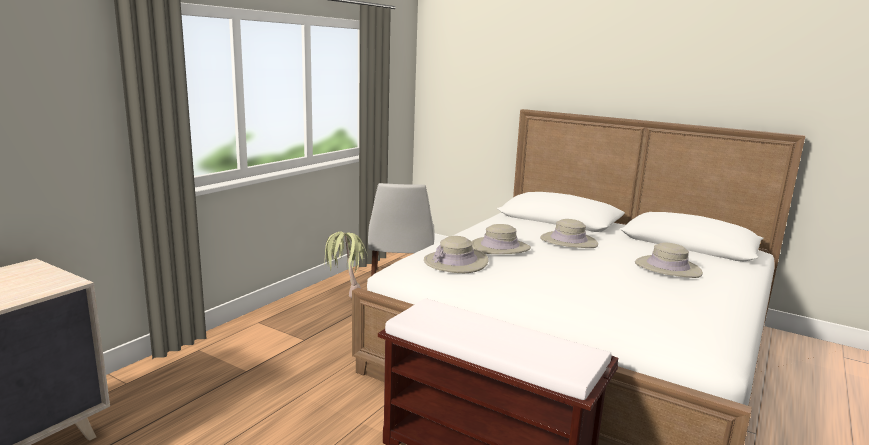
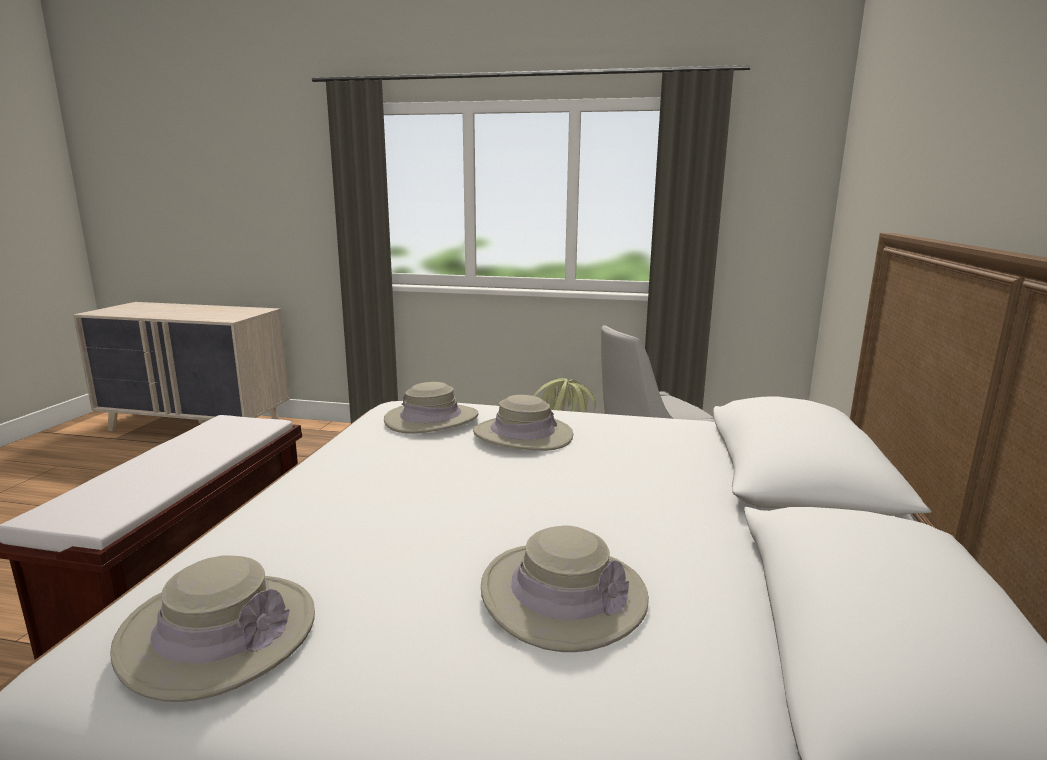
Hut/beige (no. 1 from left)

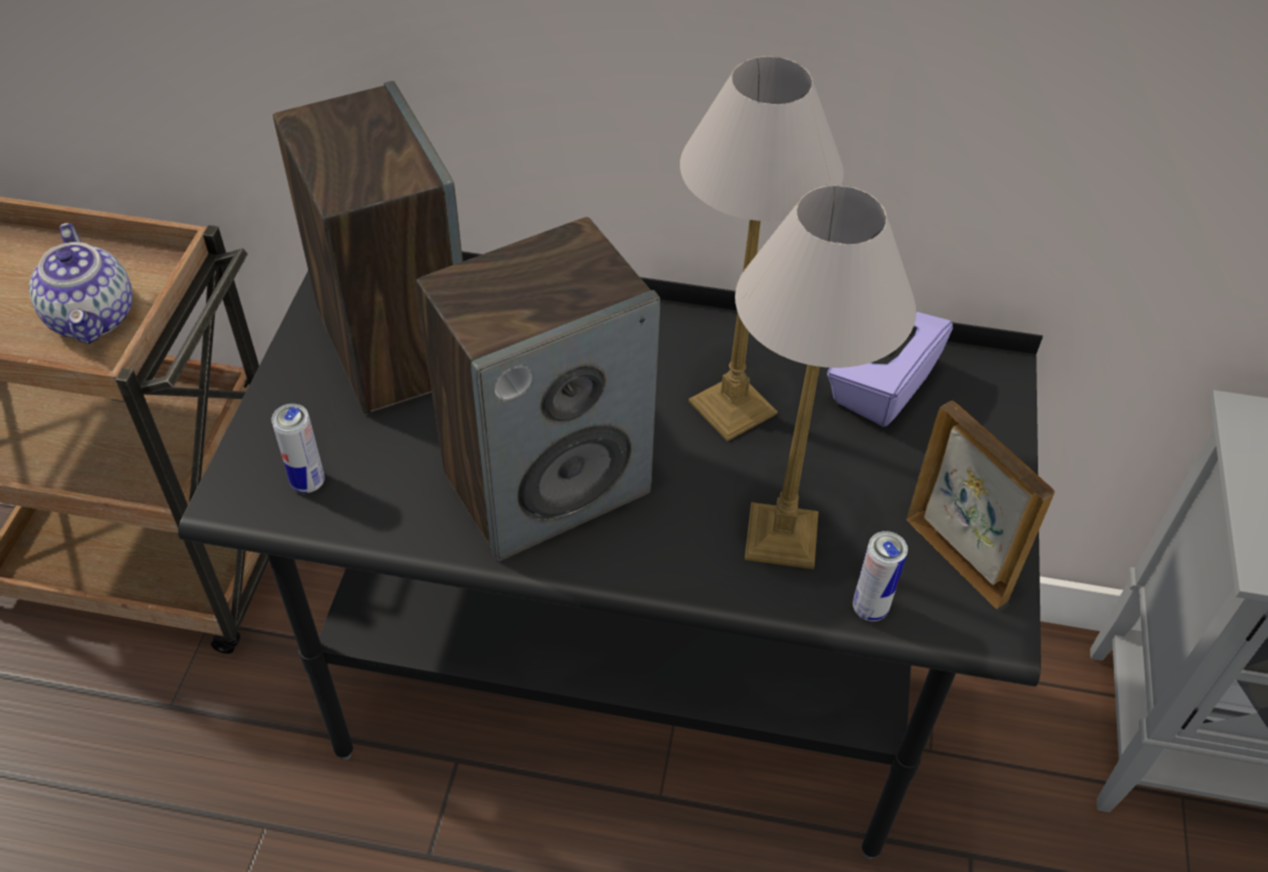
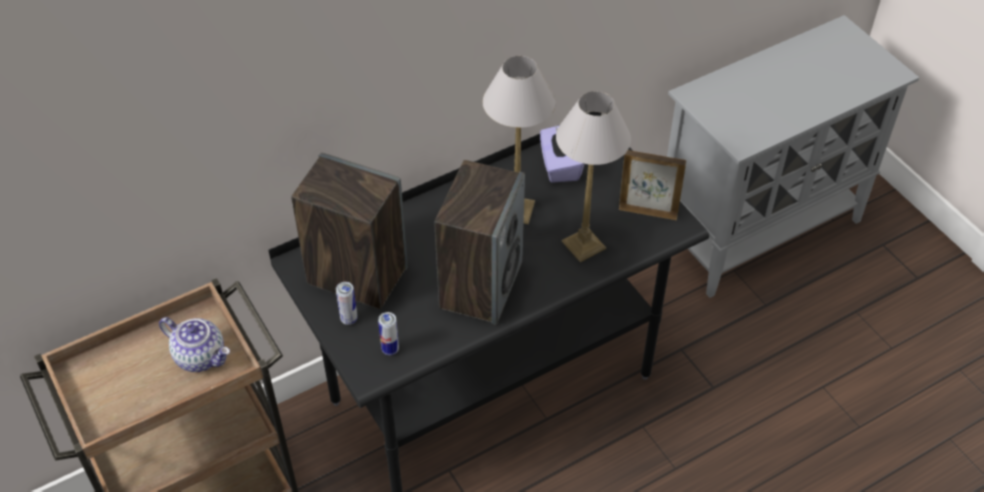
Dose (no. 1 from left)

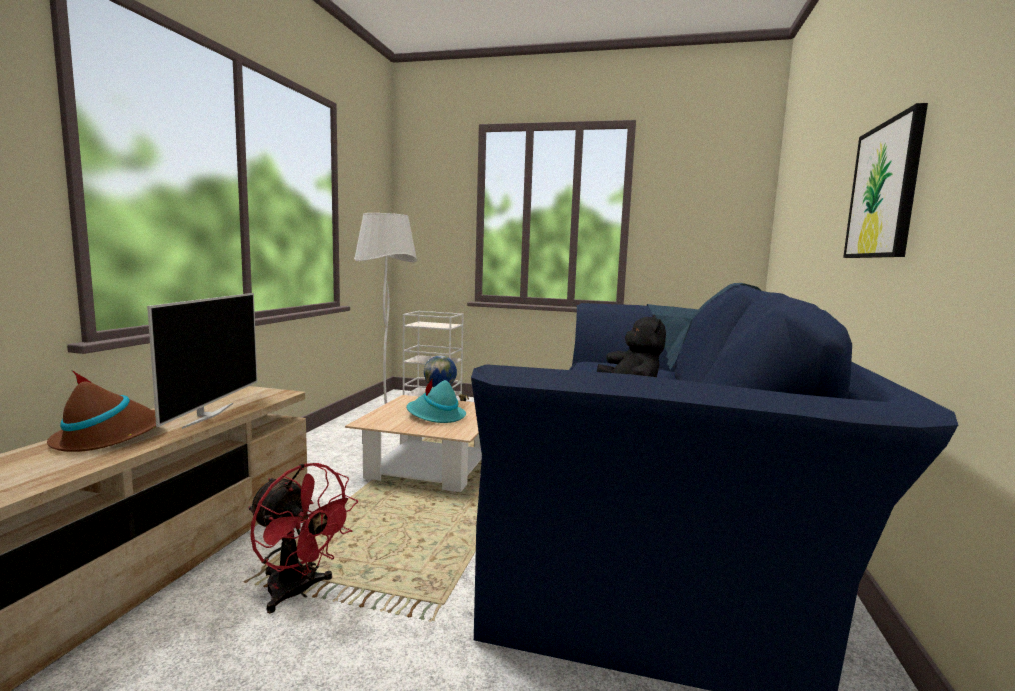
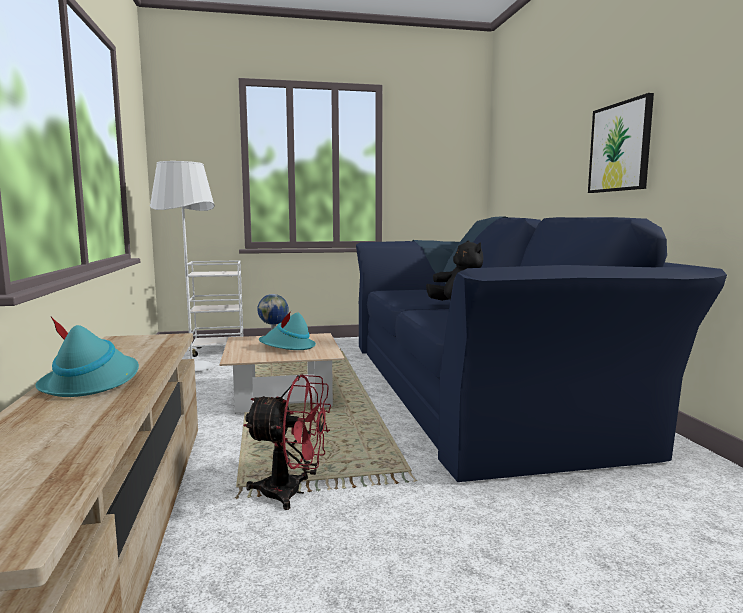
Fernseher
Hut/türkis (no. 1 from left)

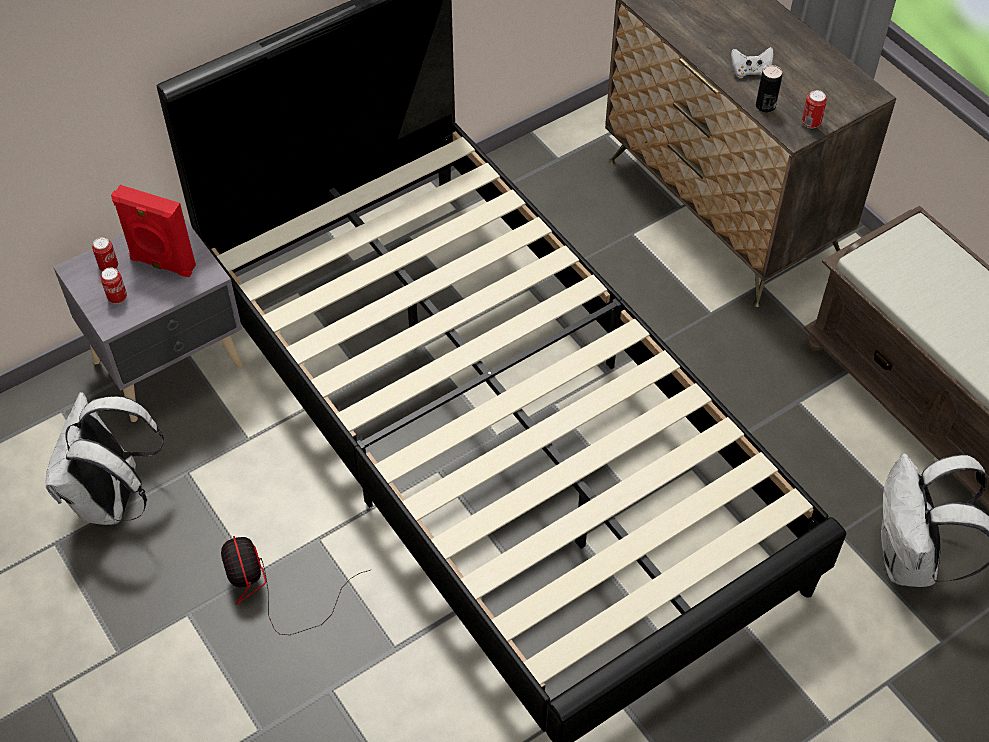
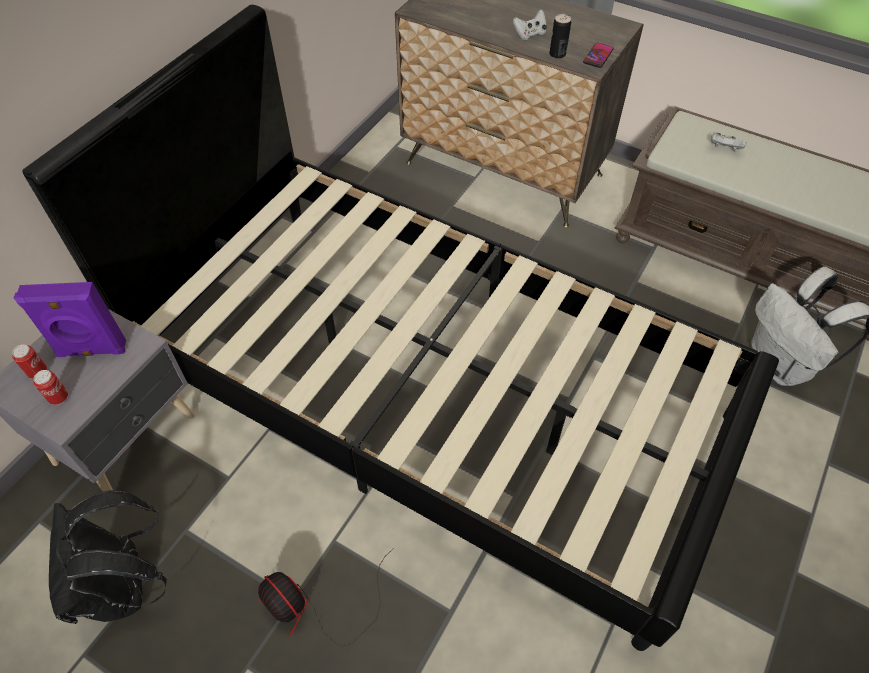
Handy
Lautsprecher/lila
Rucksack/schwarz
Gamepad/weiß (no. 2 from left)

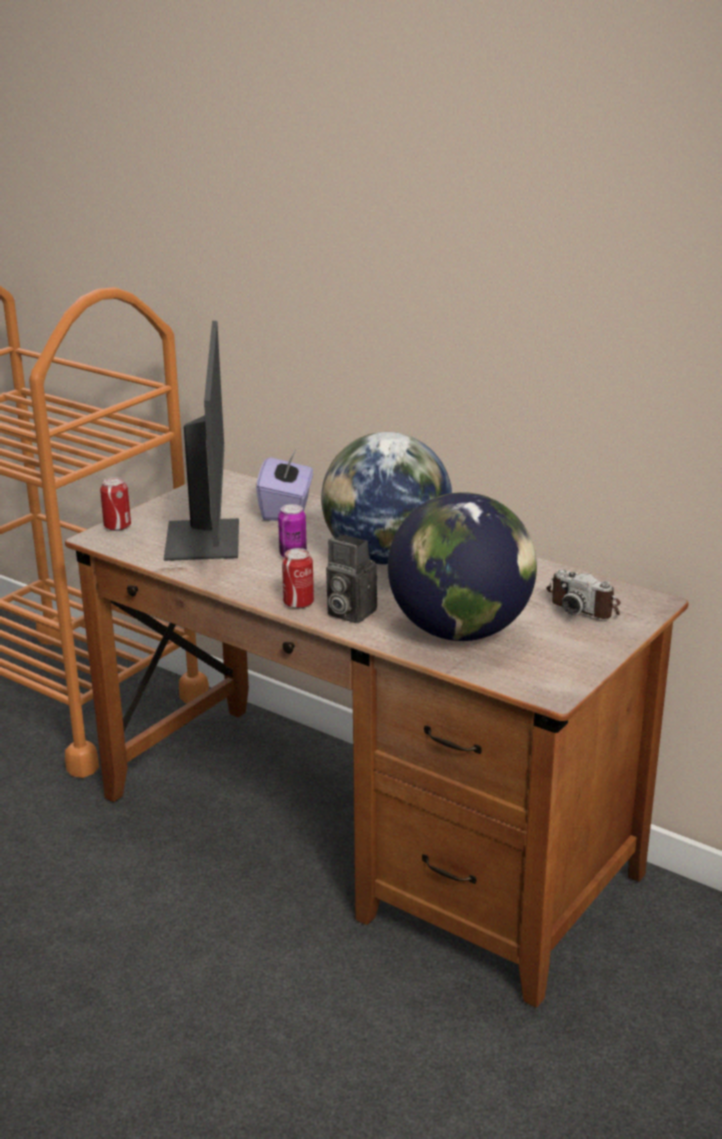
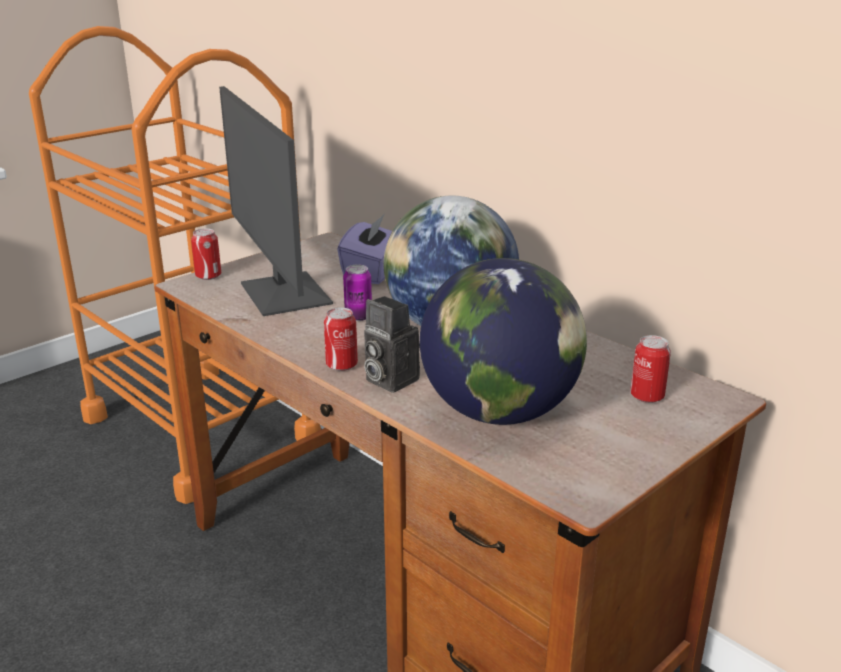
Monitor
Dose (no. 4 from left)

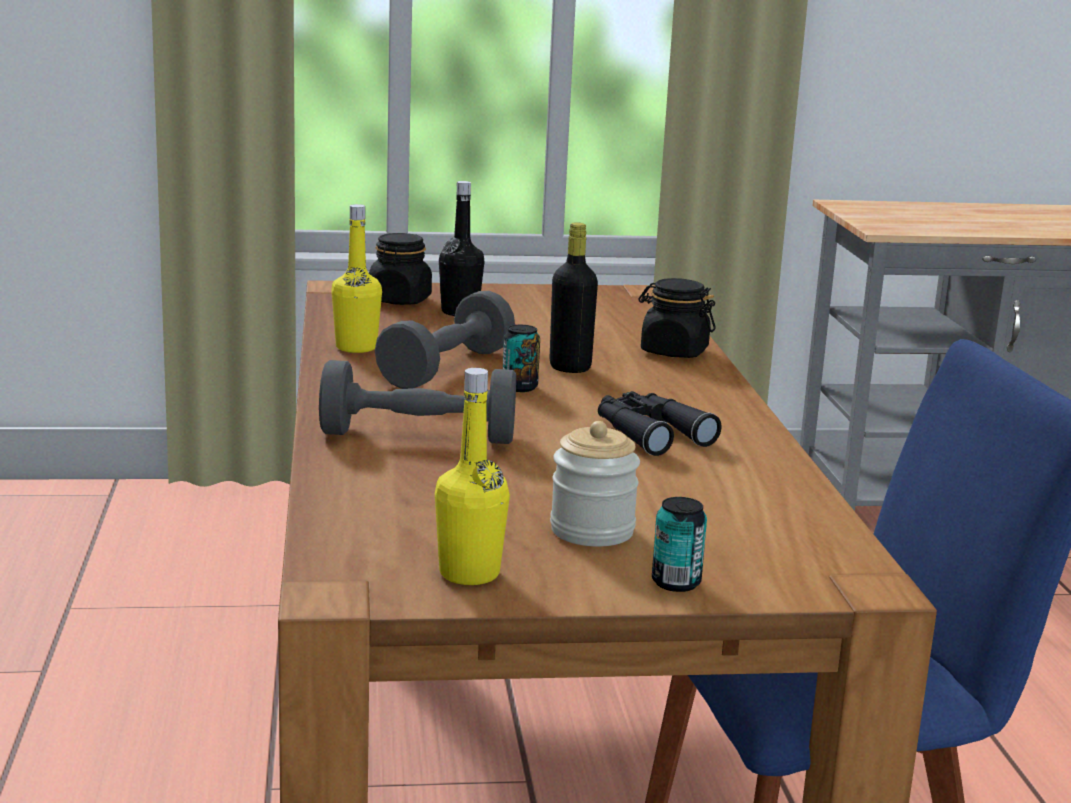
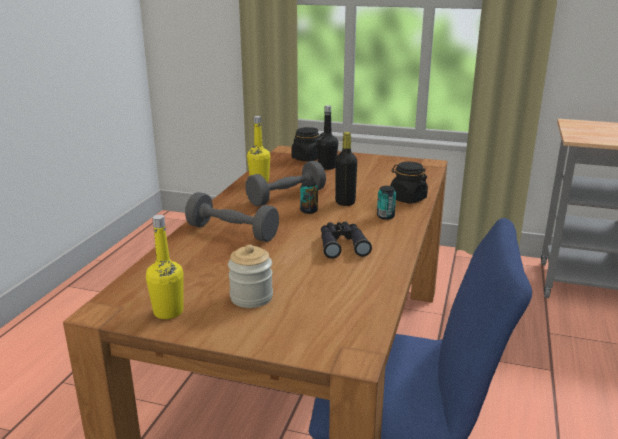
Dose (no. 2 from left)

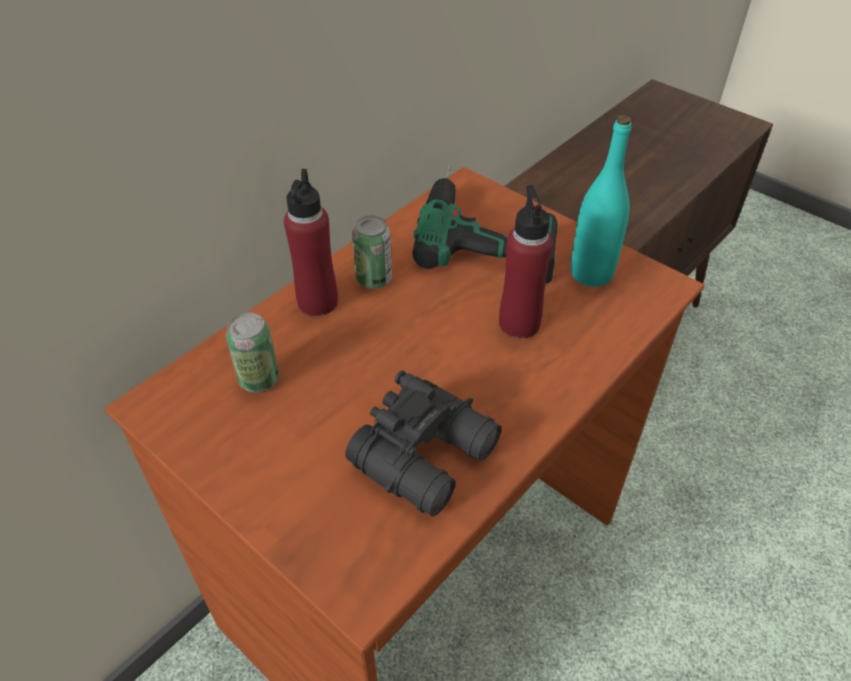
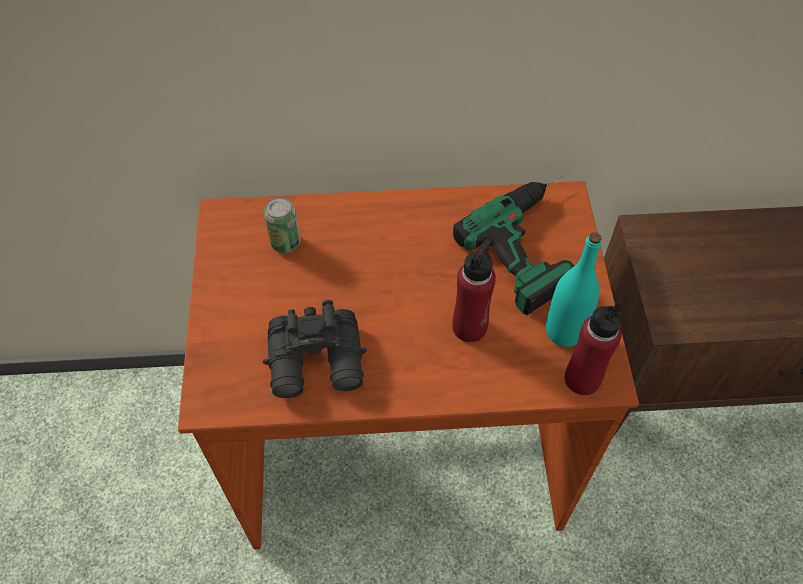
Flasche/rot (no. 2 from left)
Dose (no. 2 from left in the first image)

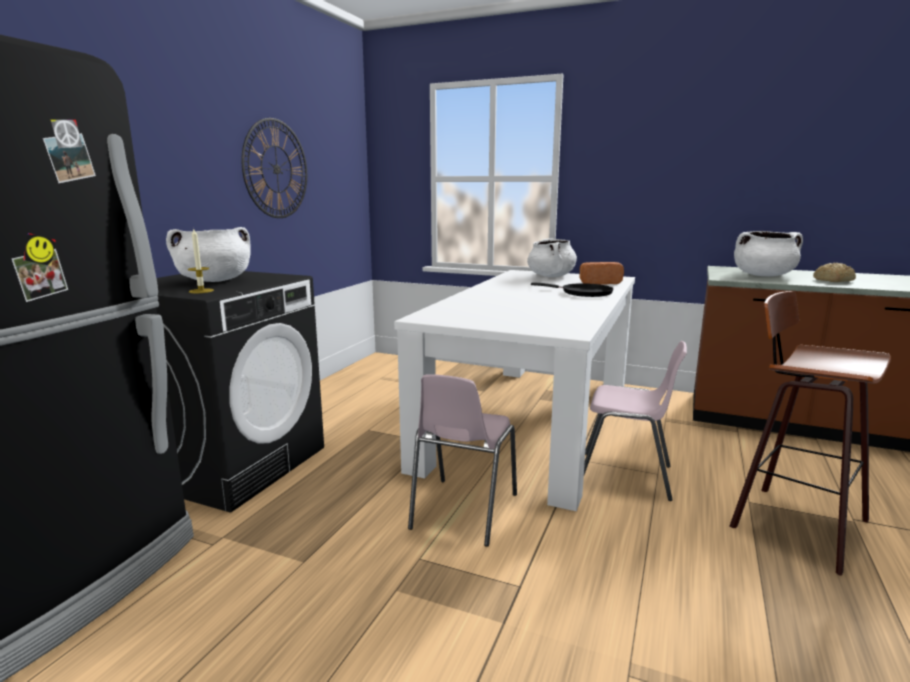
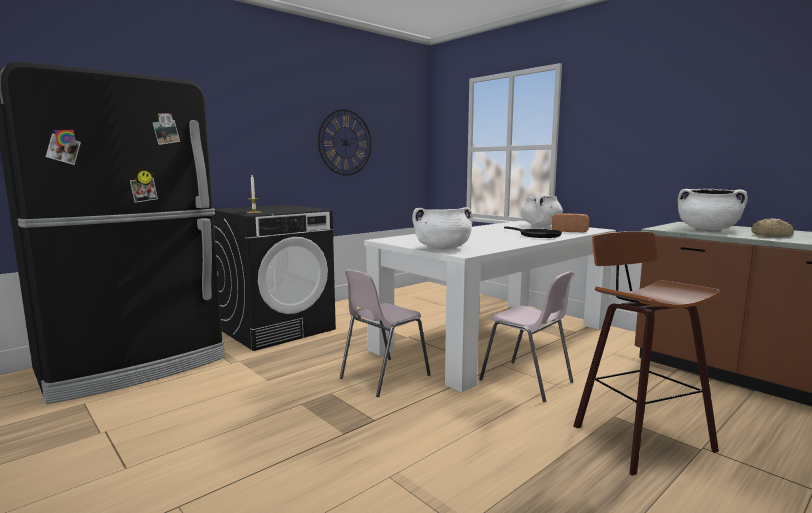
Kochtopf/weiß (no. 1 from left)

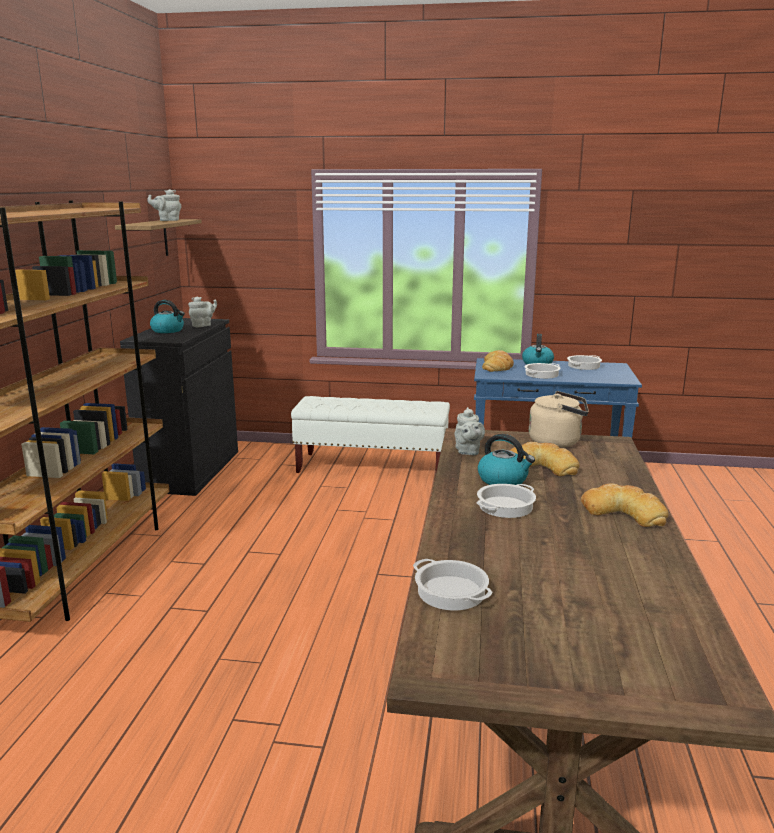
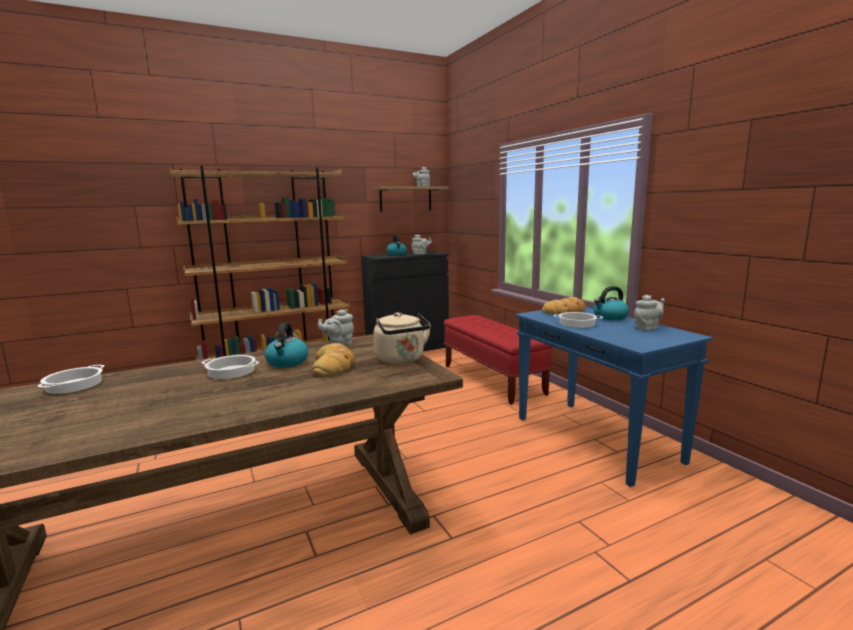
Teekanne/grau (no. 4 from left)
Bank/rot
Brot (no. 3 from left in the first image)

